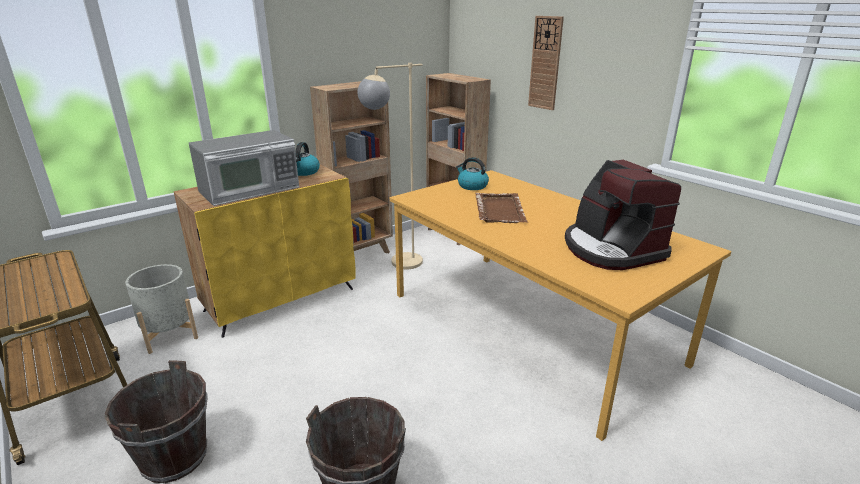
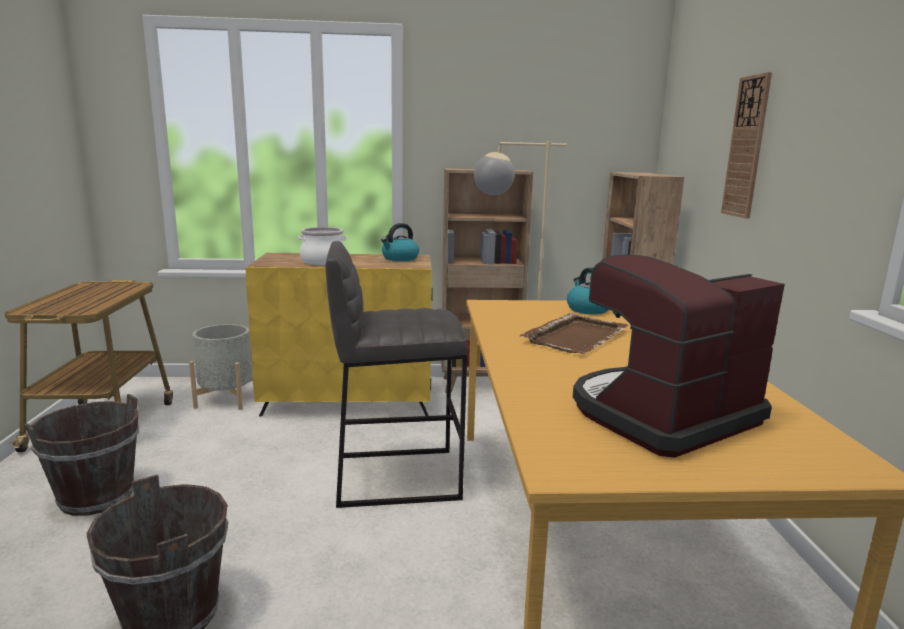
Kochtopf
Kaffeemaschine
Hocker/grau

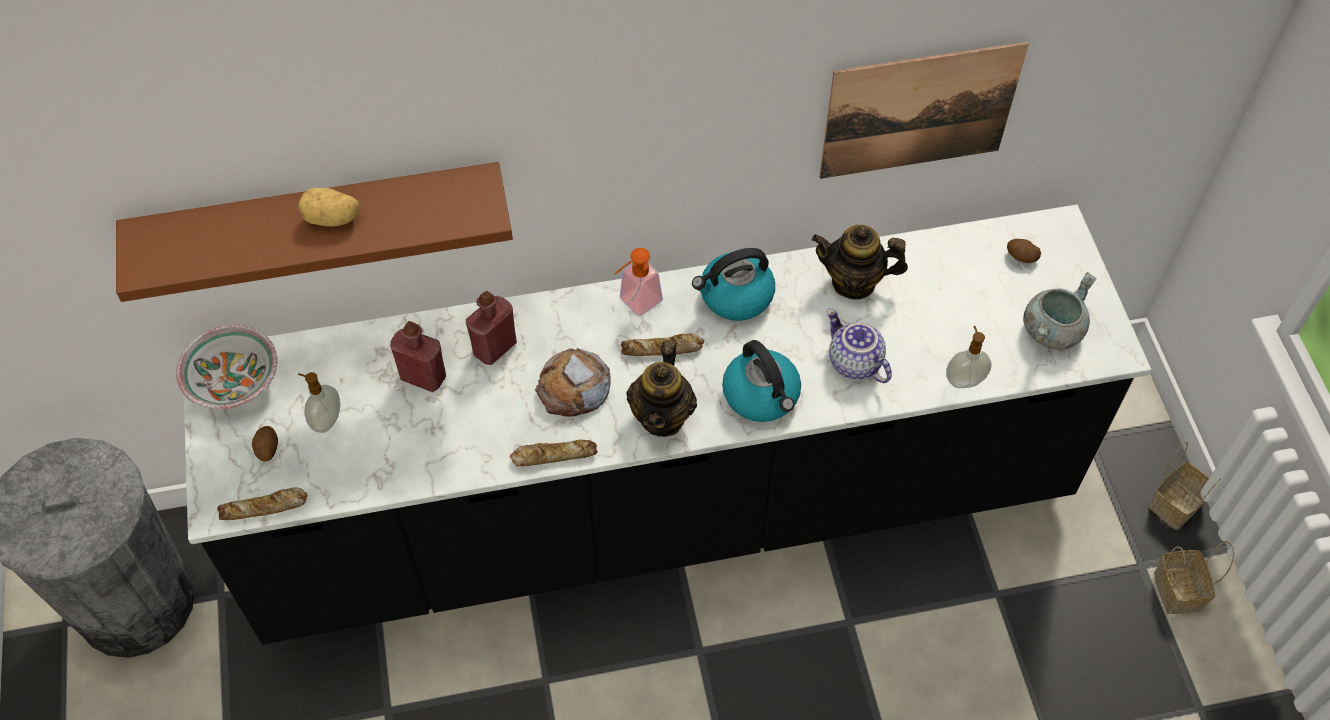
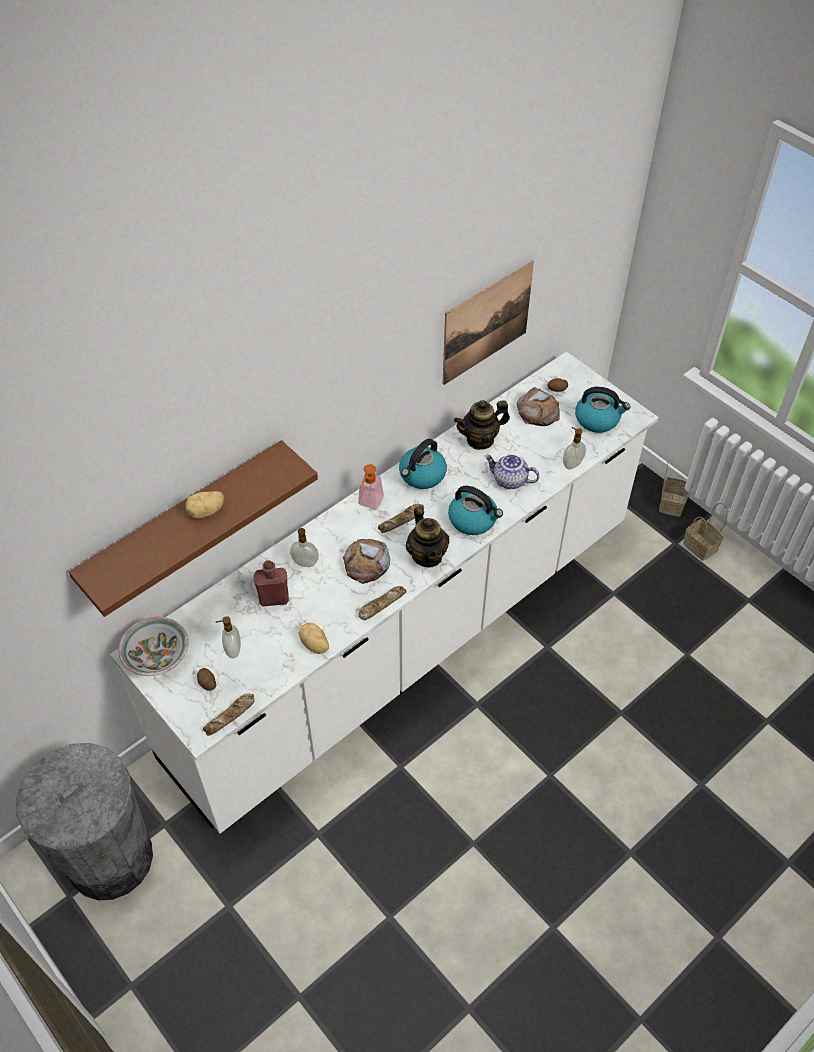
Küchenzeile/weiß
Wasserkessel (no. 3 from left)
Seifenspender (no. 2 from left)
Brot (no. 5 from left)
Kartoffel (no. 3 from left)

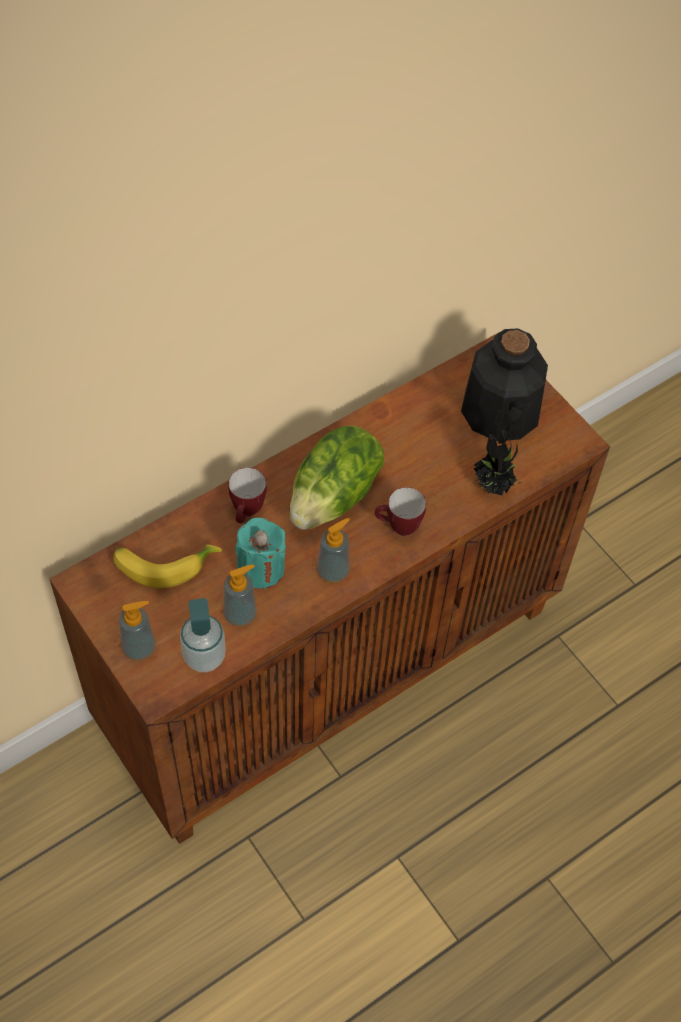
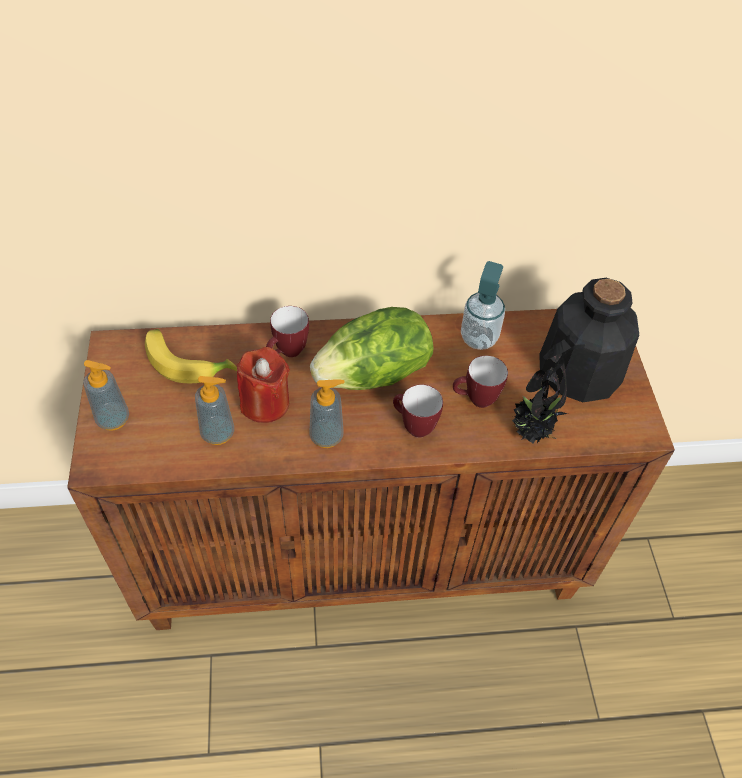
Kerze/rot
Seifenspender (no. 4 from left)
Henkelbecher (no. 3 from left)

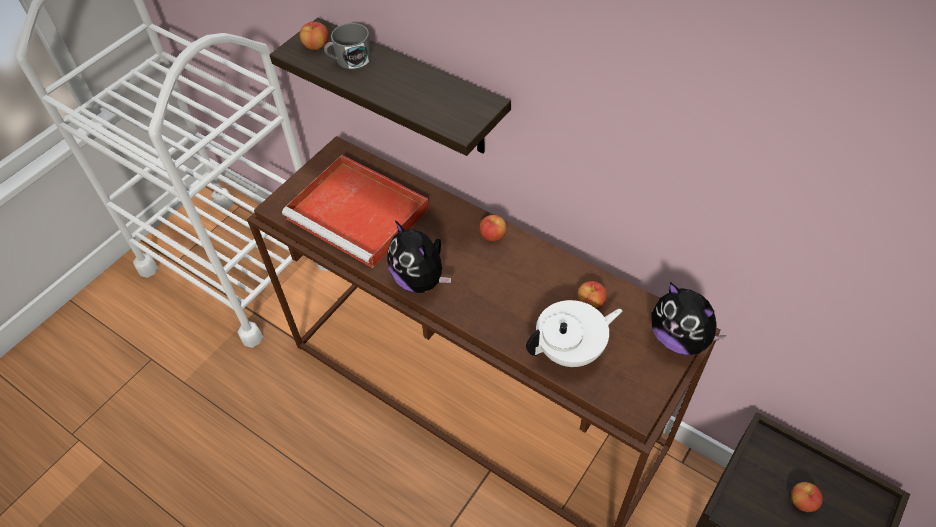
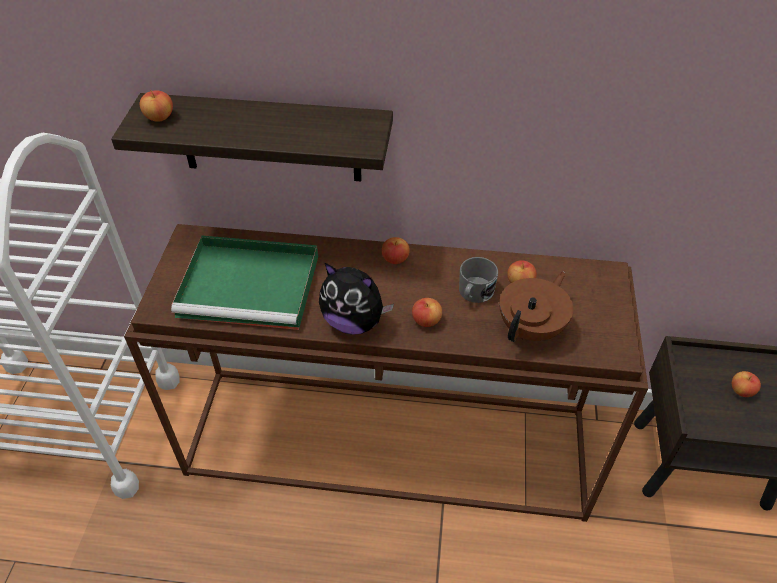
Henkelbecher/grau
Tablett/grün
Plüschtier (no. 2 from left in the first image)
Teekanne/braun
Apfel (no. 3 from left)

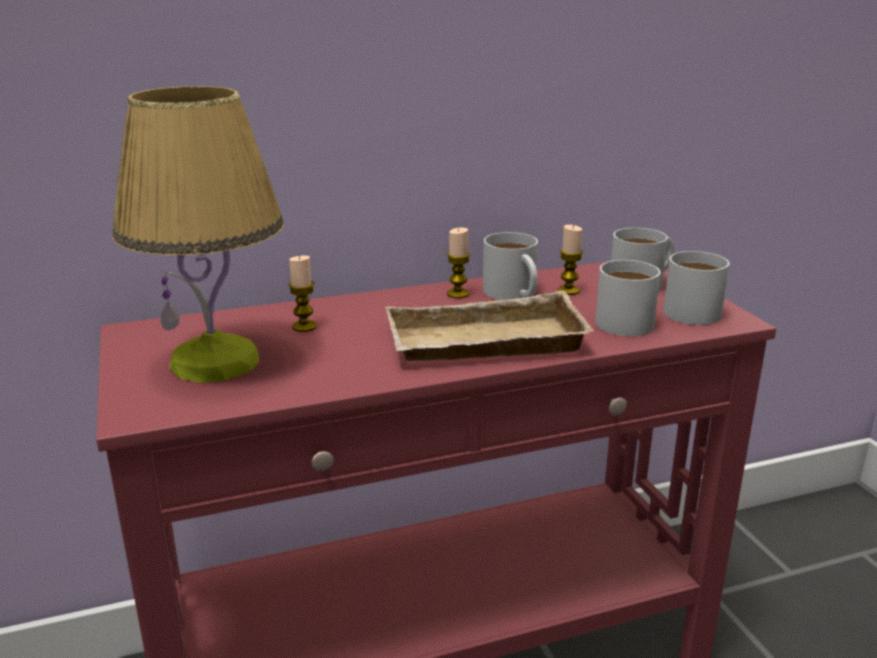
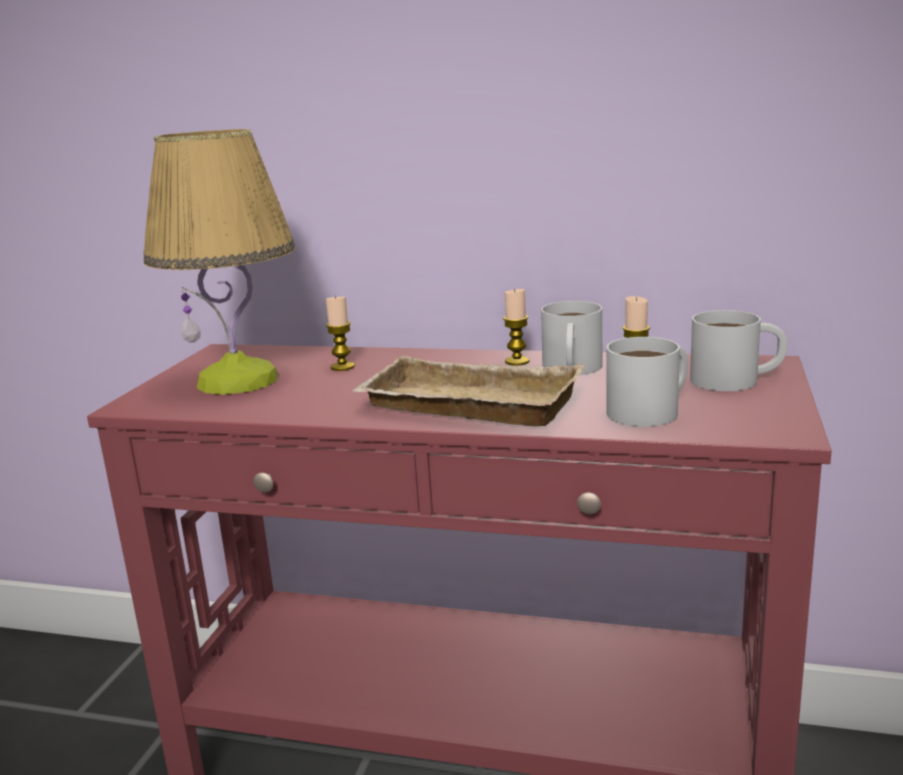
Henkelbecher/weiß (no. 4 from left in the first image)

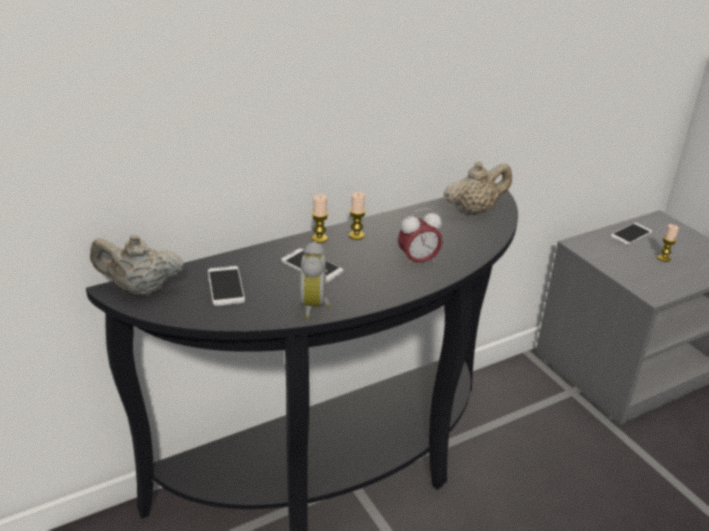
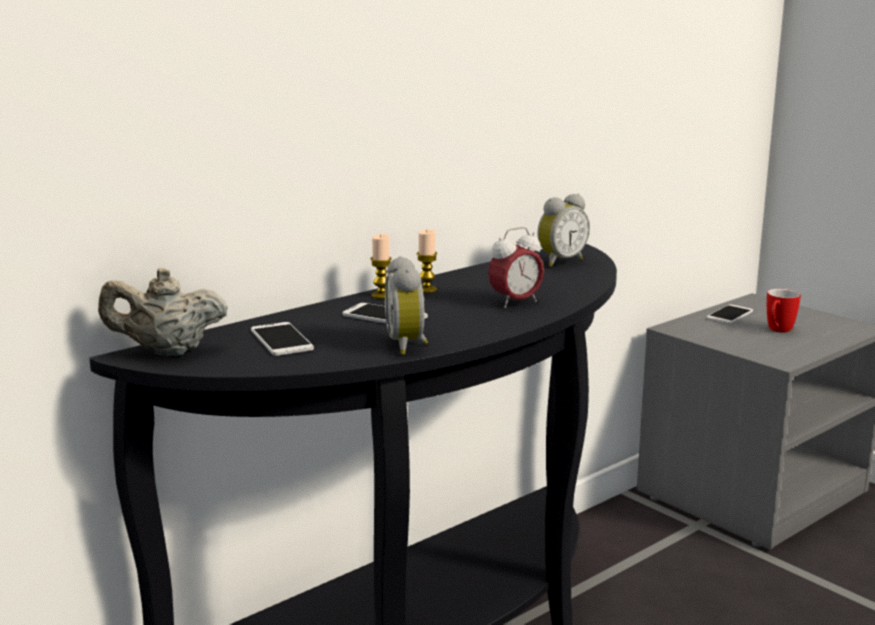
Wecker (no. 3 from left)
Henkelbecher

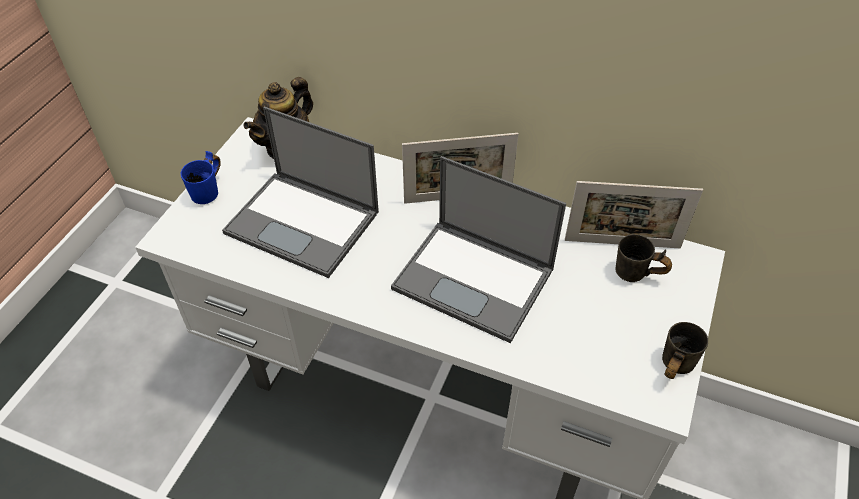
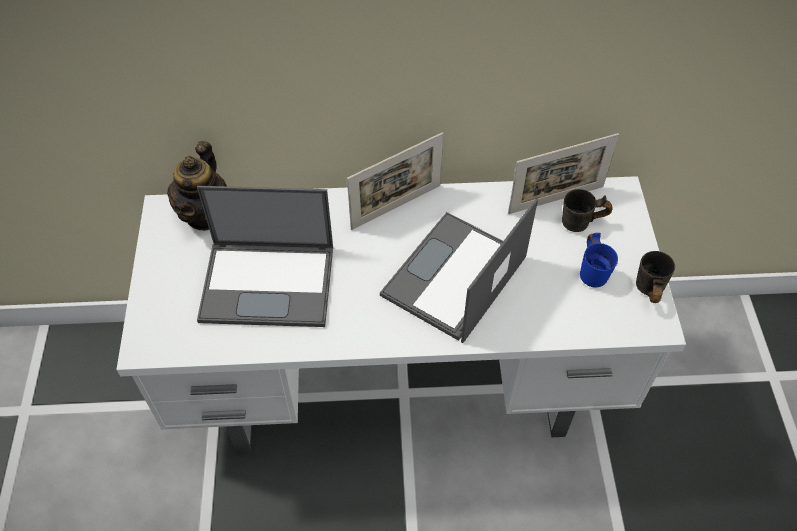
Henkelbecher/blau
Laptop (no. 2 from left)

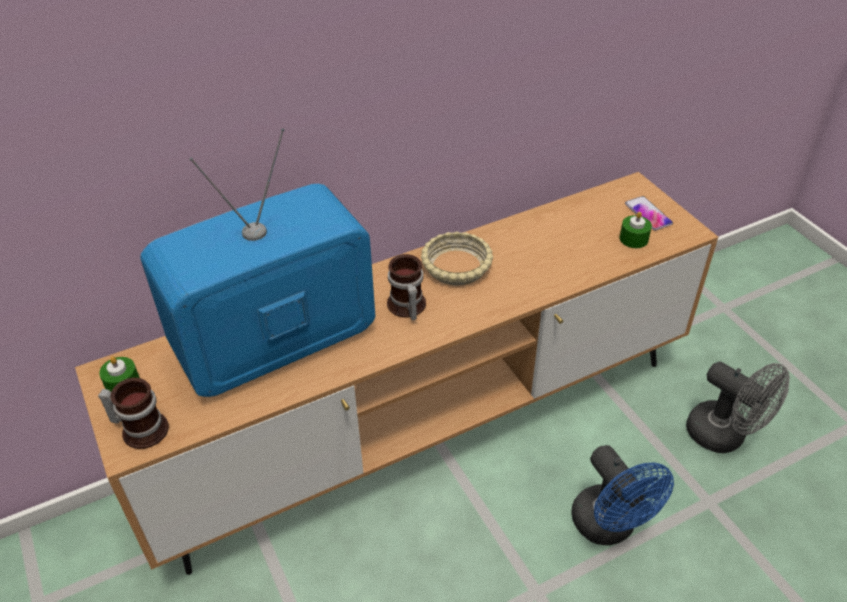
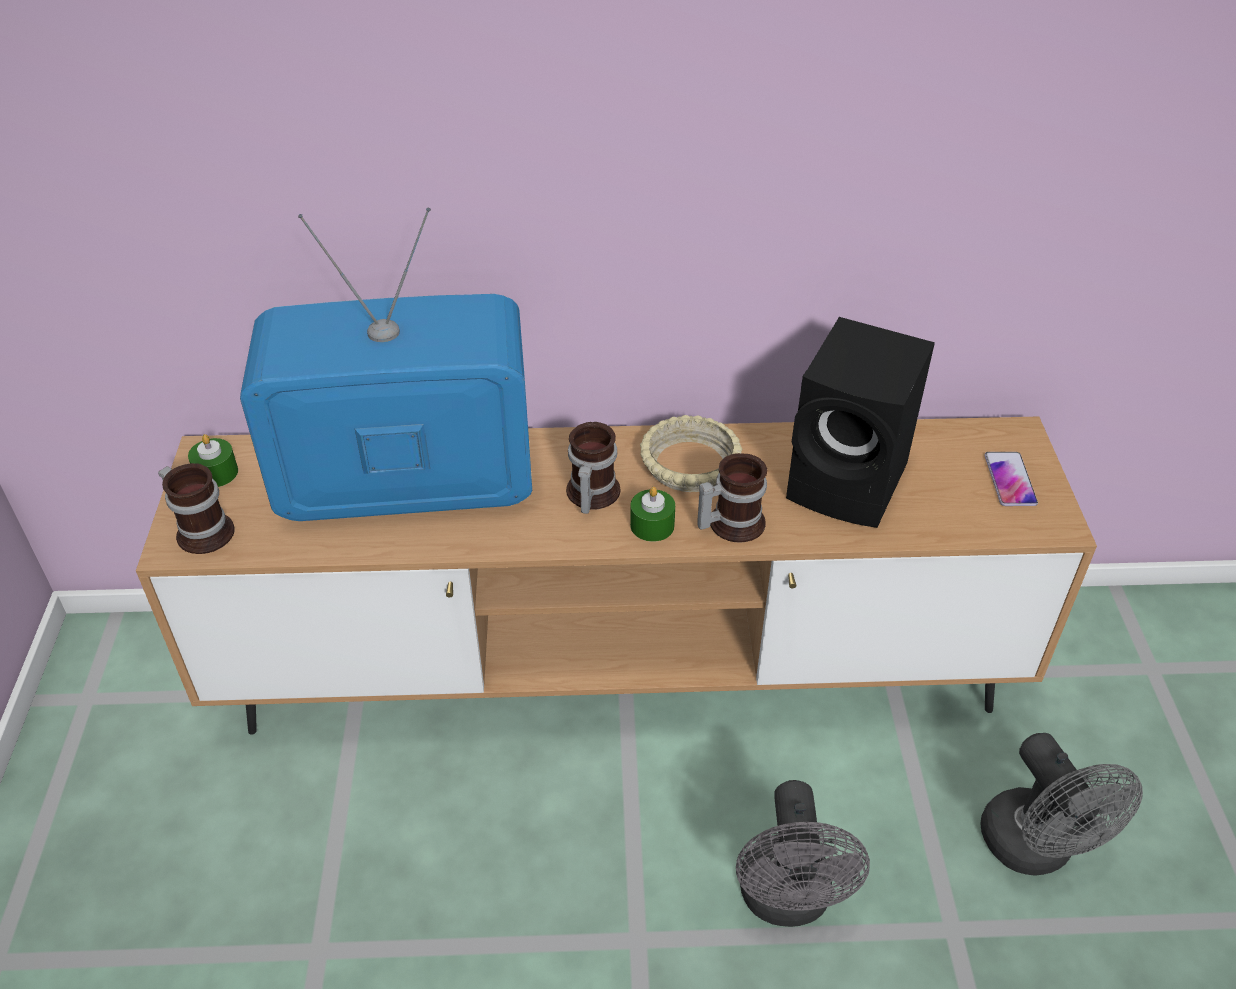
Kerze/grün (no. 2 from left)
Ventilator/grau (no. 1 from left)
Lautsprecher/schwarz
Henkelbecher (no. 3 from left)

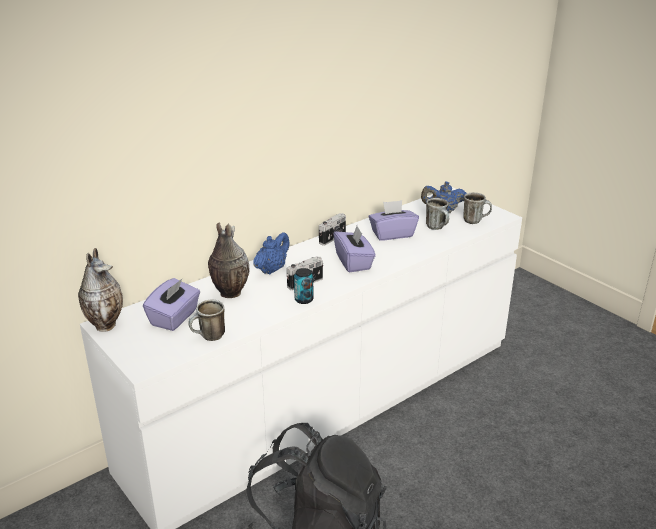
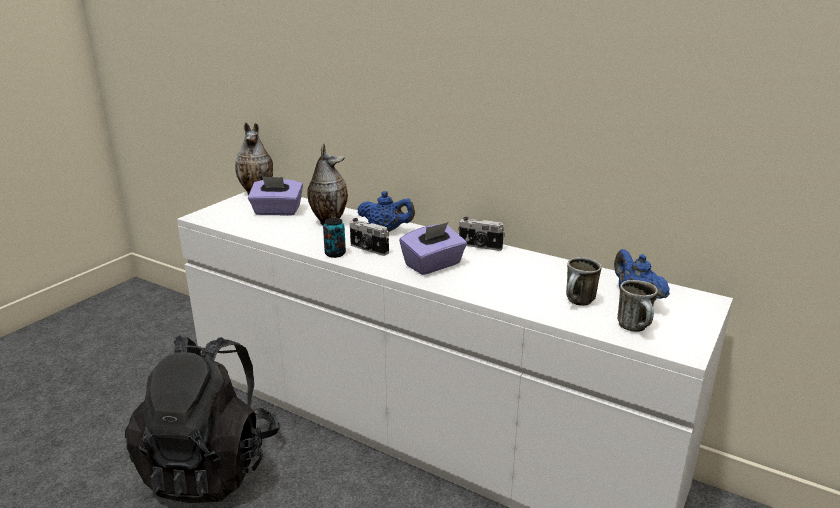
Taschentuchbox/lila (no. 3 from left in the first image)
Henkelbecher (no. 1 from left in the first image)

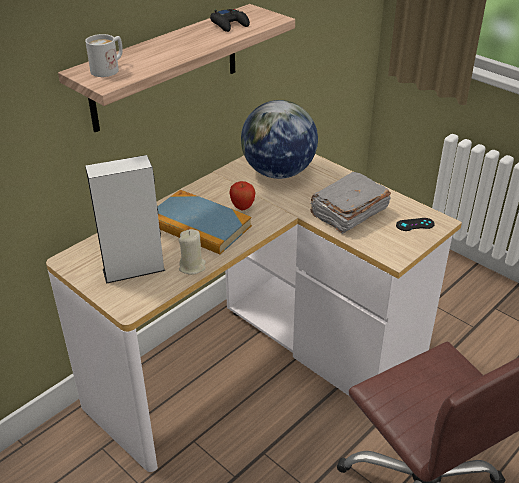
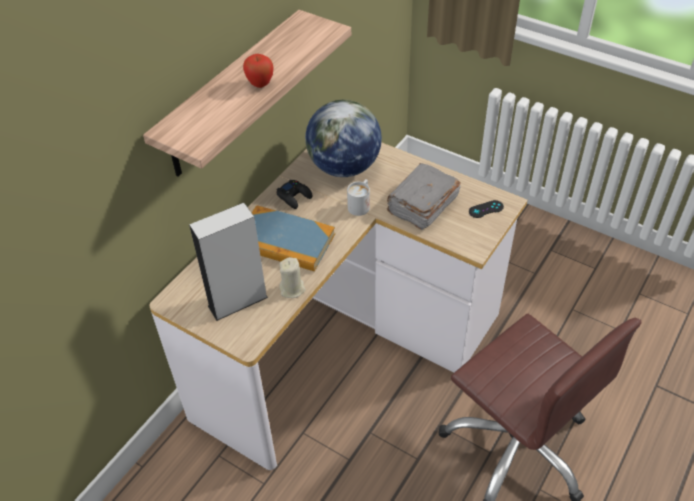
Gamepad/schwarz (no. 1 from left)
Henkelbecher/weiß
Apfel

